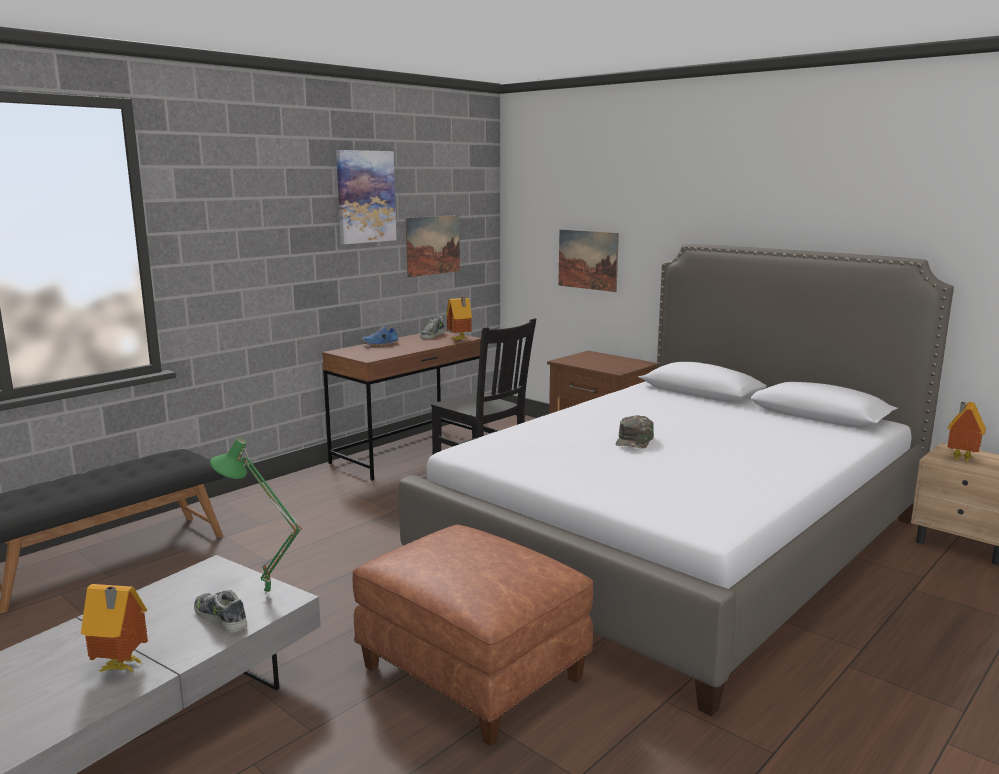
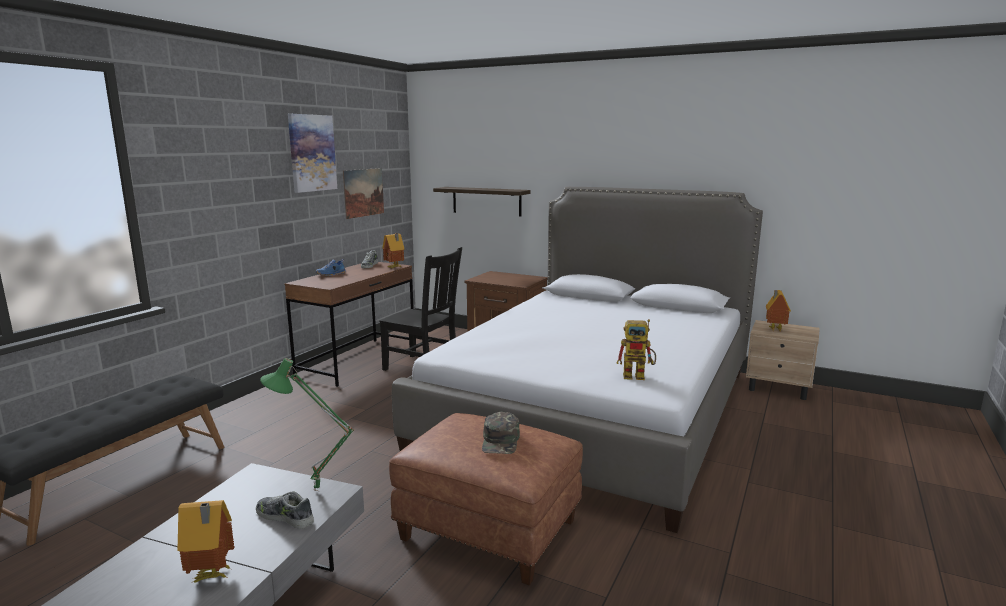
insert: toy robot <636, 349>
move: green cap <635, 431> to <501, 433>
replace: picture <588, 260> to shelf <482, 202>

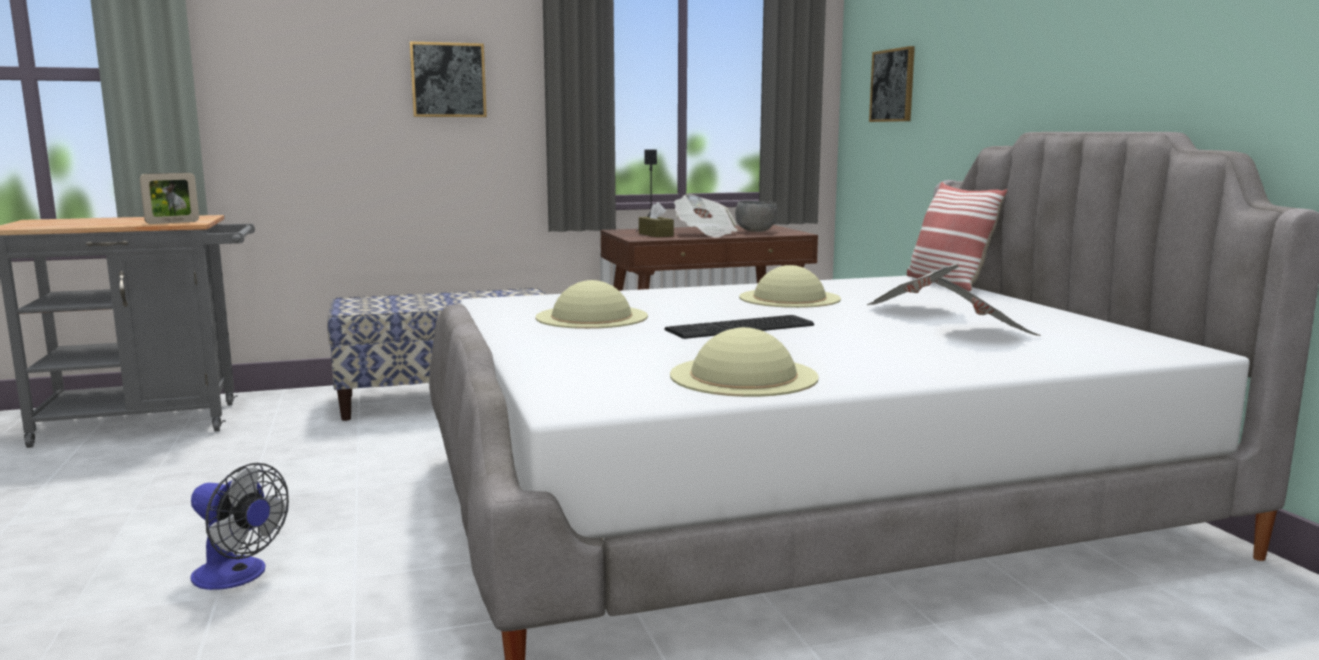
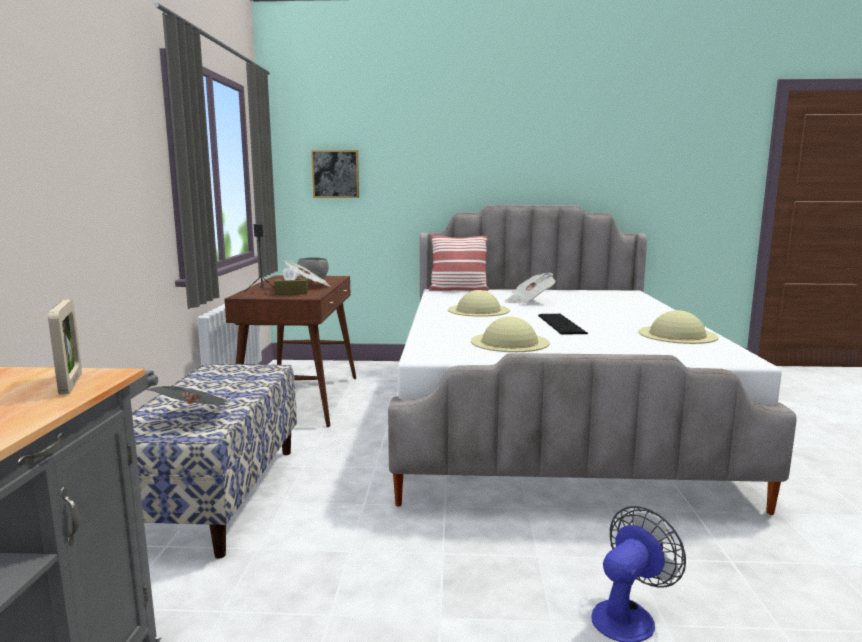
delete: picture <448, 79>
move: newspaper <988, 307> to <187, 395>

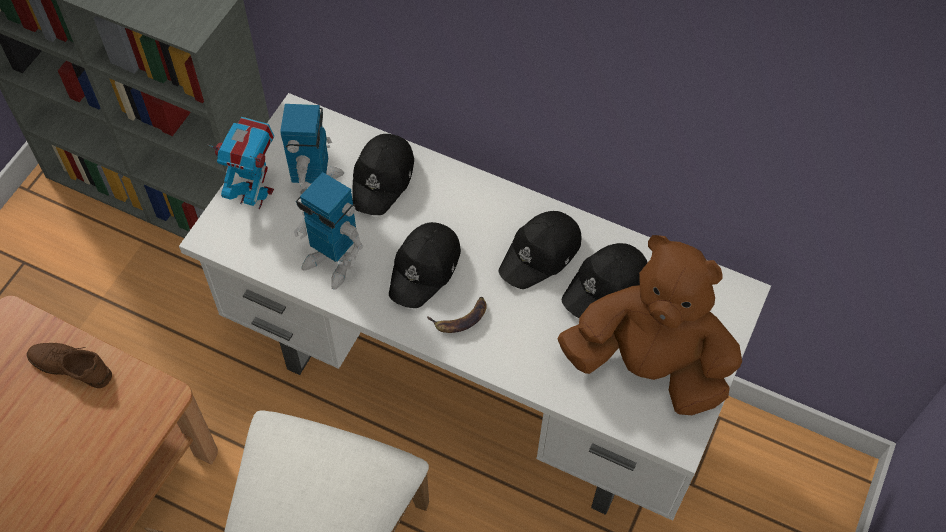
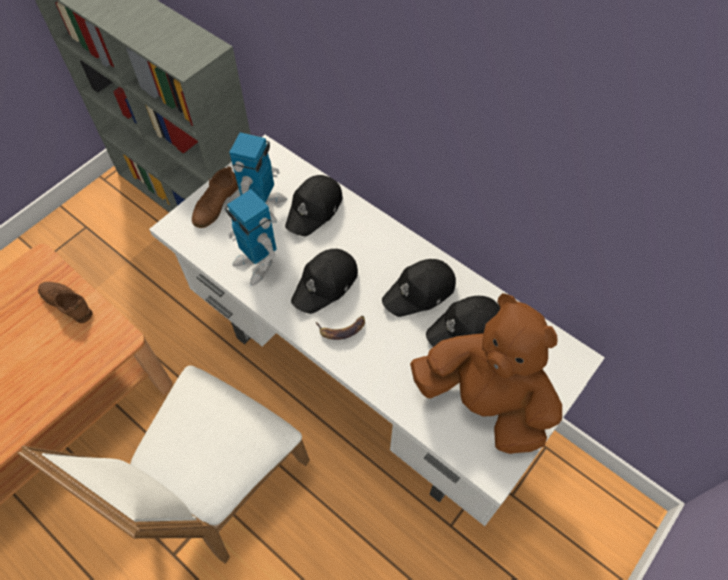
replace: toy robot <240, 163> to brown shoe <215, 197>

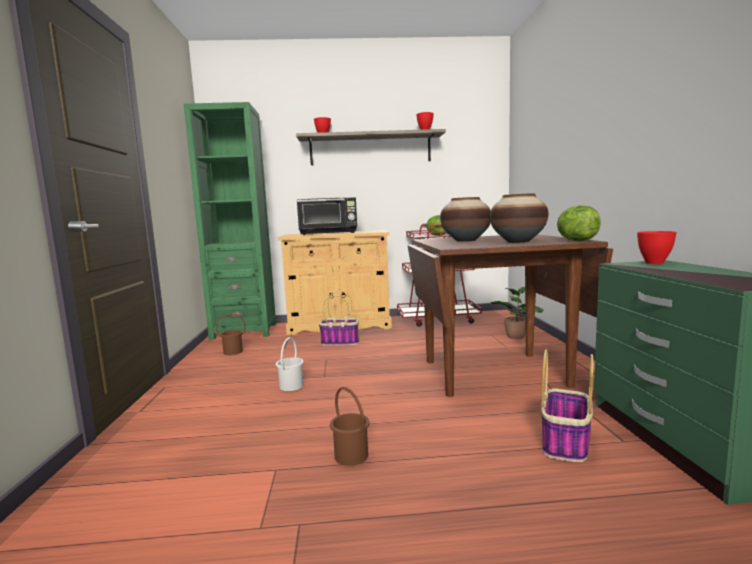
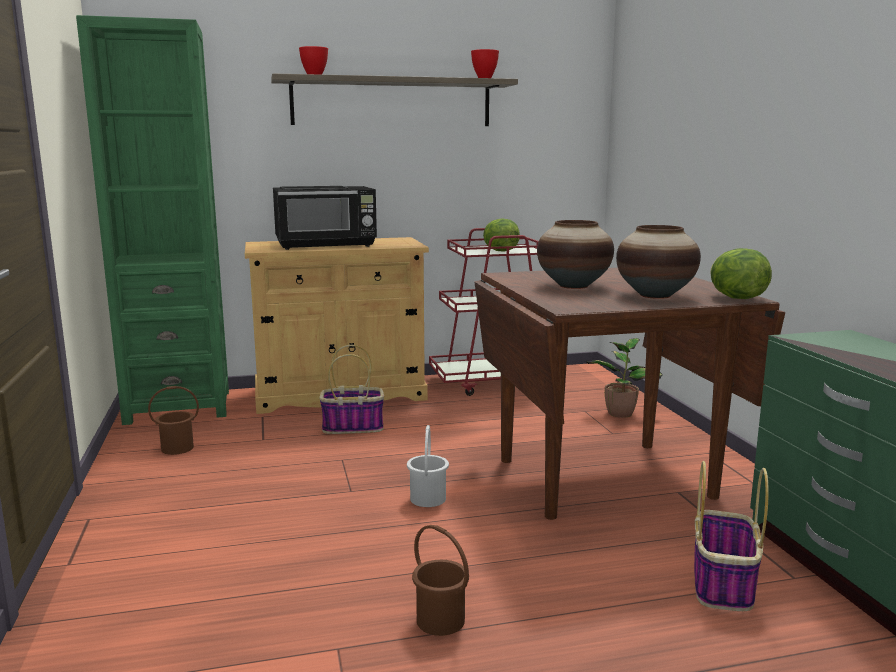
delete: red bowl <657, 247>
move: white bucket <290, 364> to <428, 466>

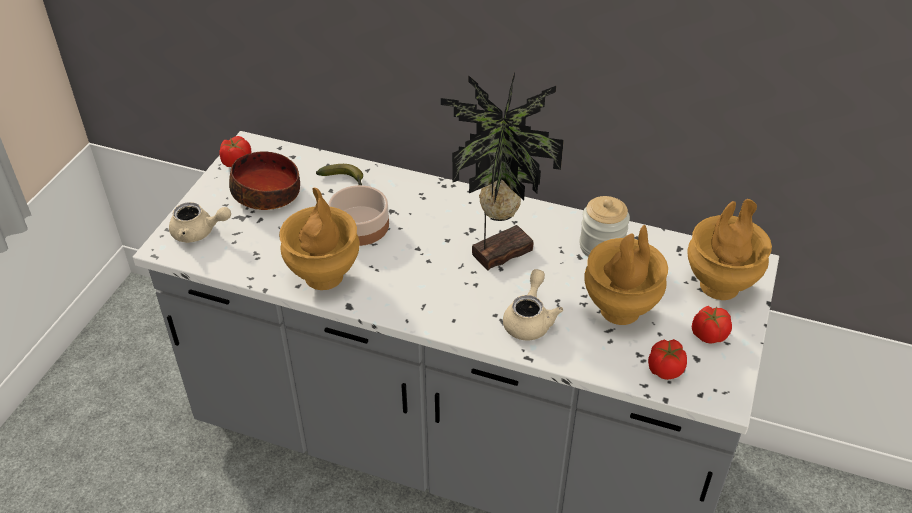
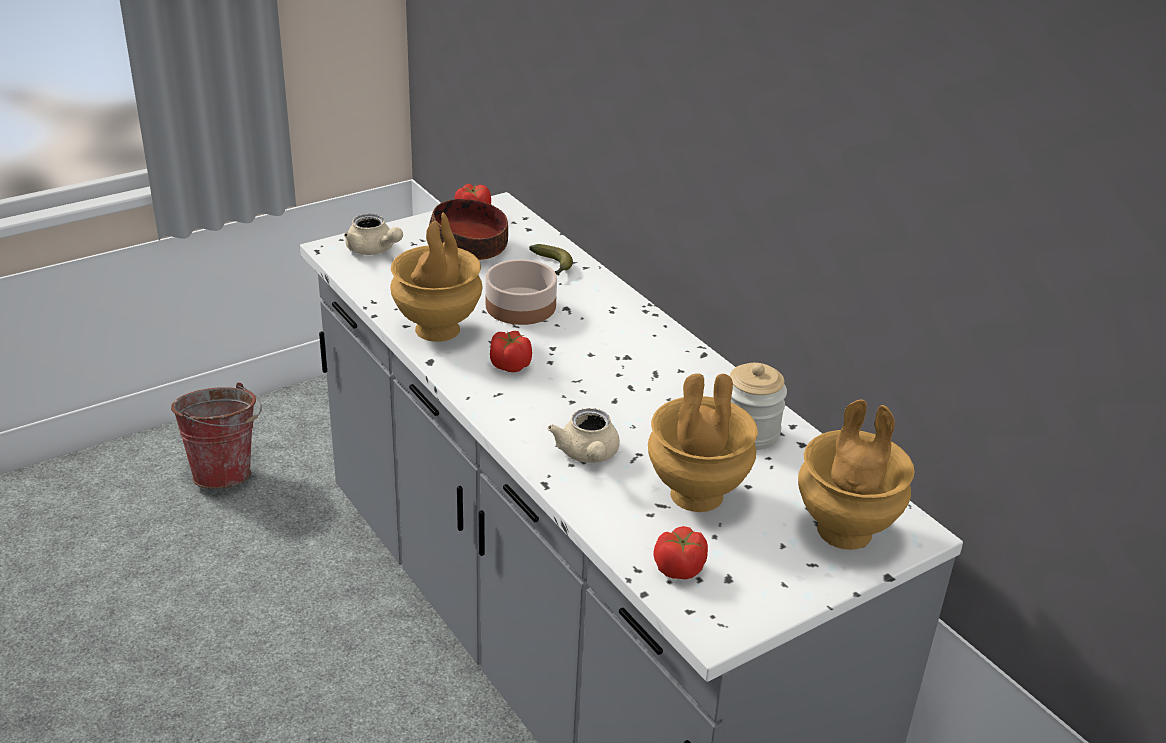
delete: potted plant <502, 171>
insert: bucket <216, 436>
move: tomato <712, 325> to <511, 351>
rotate: beige teapot <533, 304> = <584, 435> 120 degrees clockwise

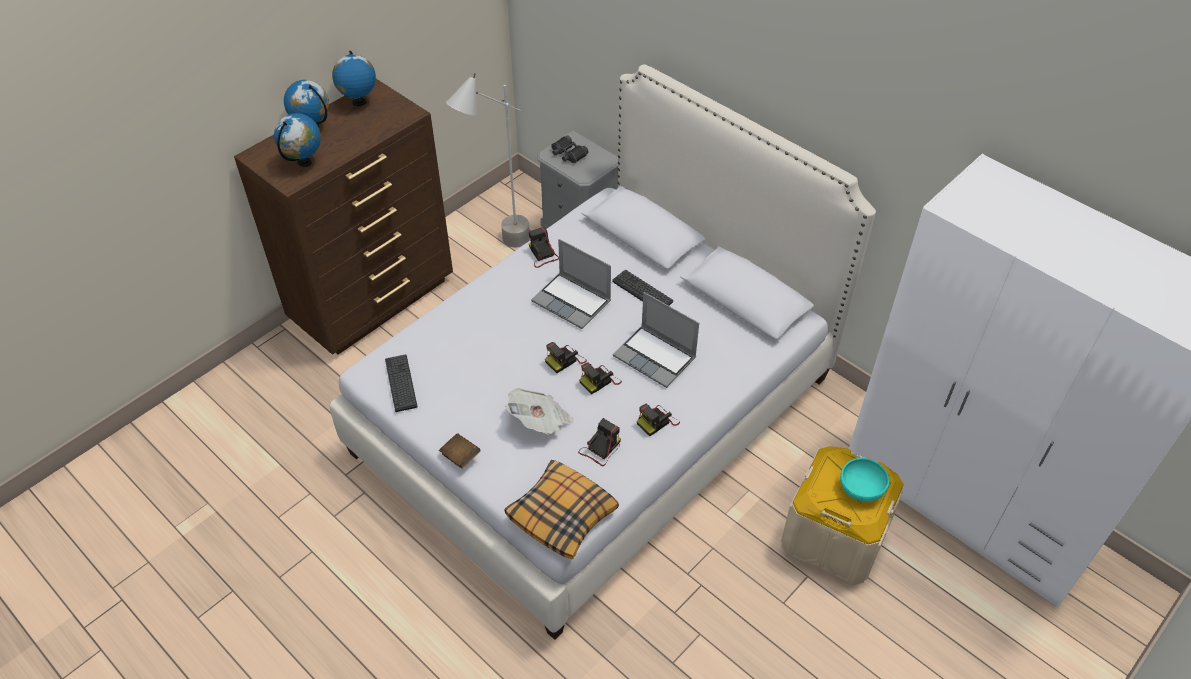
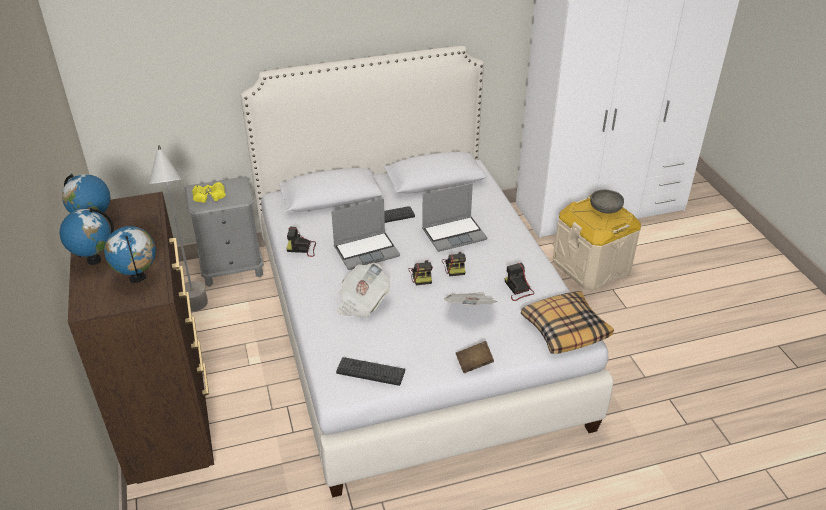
delete: photo camera <658, 420>
insert: newspaper <363, 290>
recolor: black binoculars <570, 149> to yellow binoculars <209, 192>; turquoise bowl <864, 480> to grey bowl <607, 202>

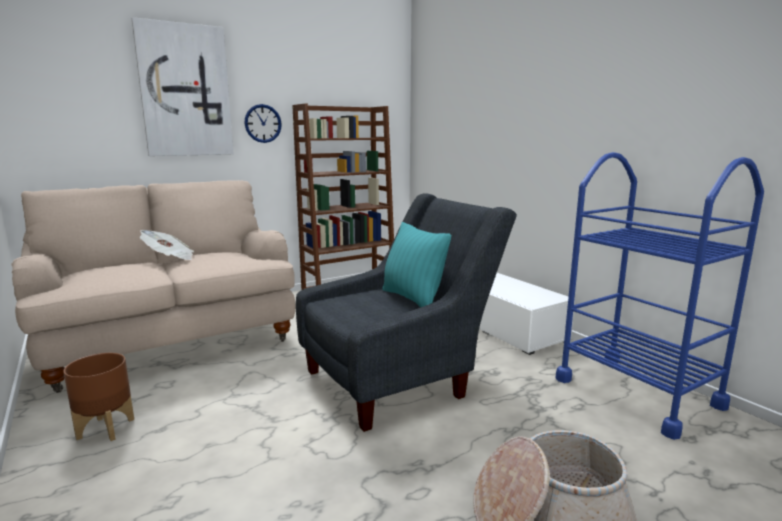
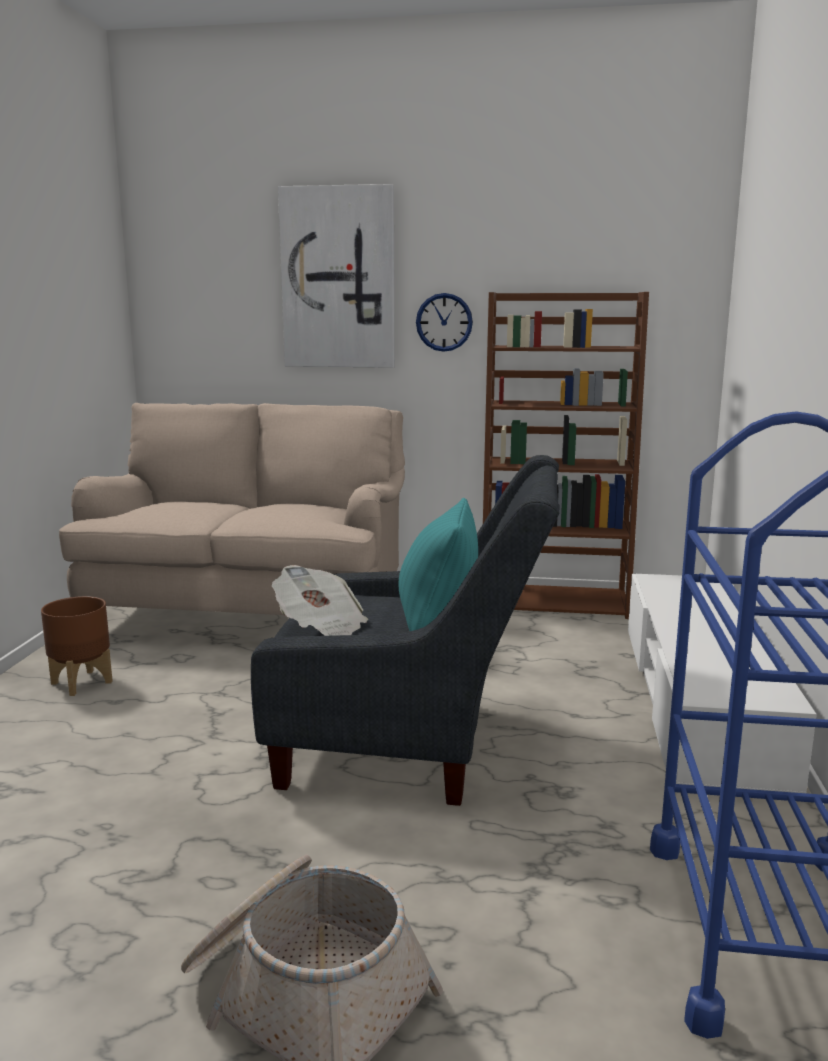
move: newspaper <167, 245> to <320, 600>

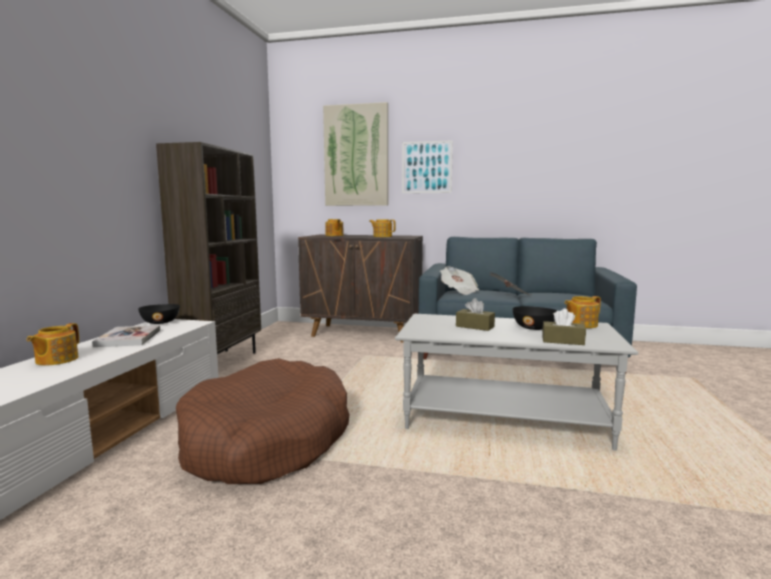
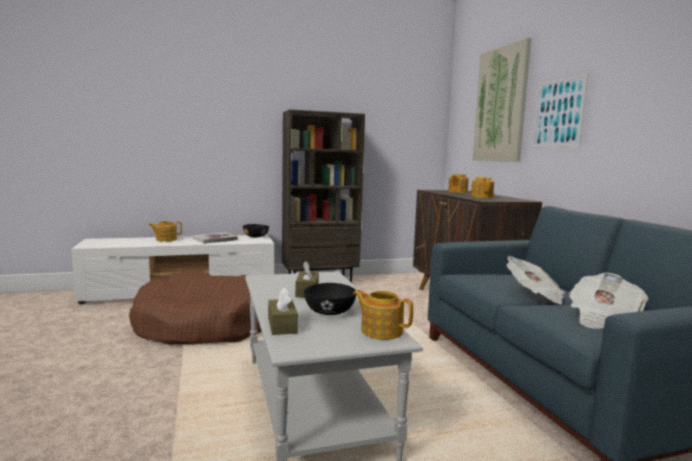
move: newspaper <459, 280> to <608, 301>

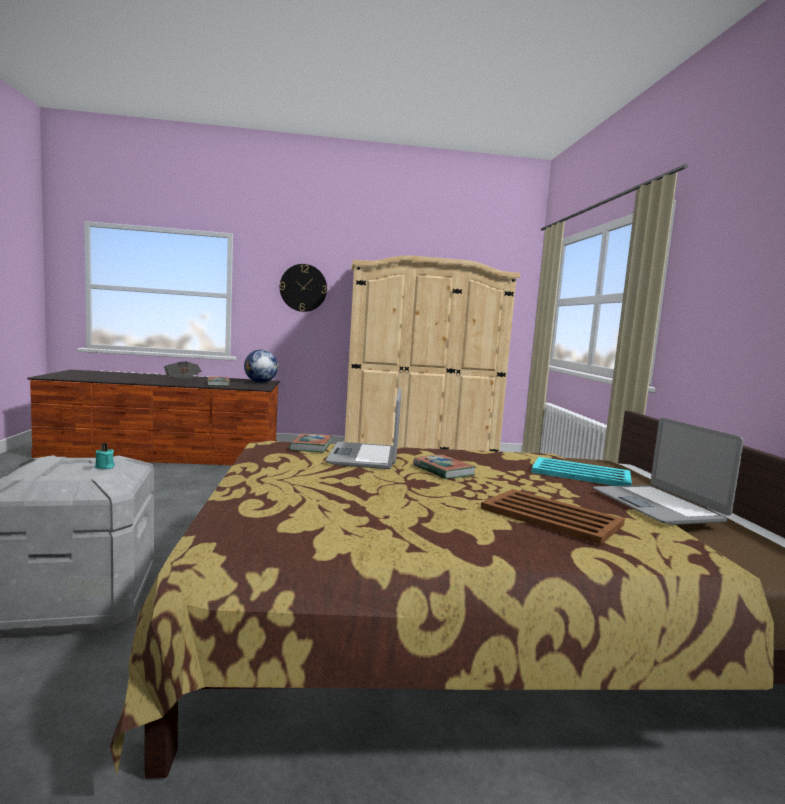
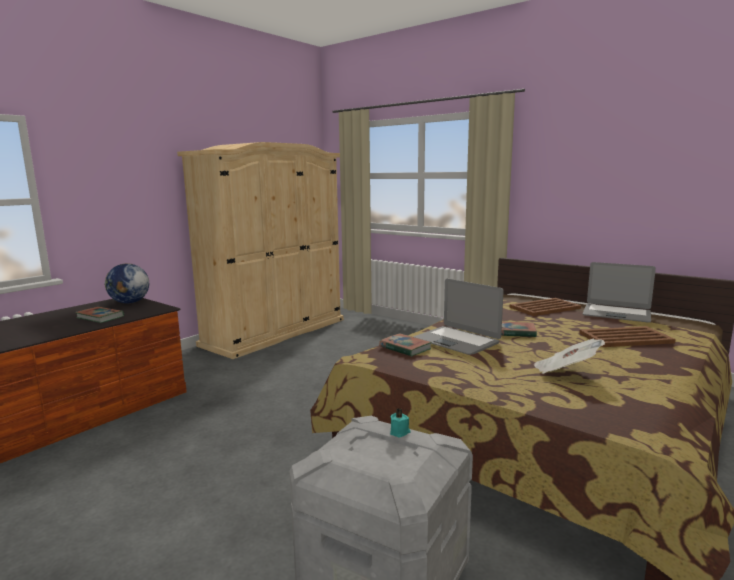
delete: wall clock <303, 288>
move: newspaper <183, 370> to <569, 356>
recolor: turquoise tray <581, 471> to brown tray <545, 307>

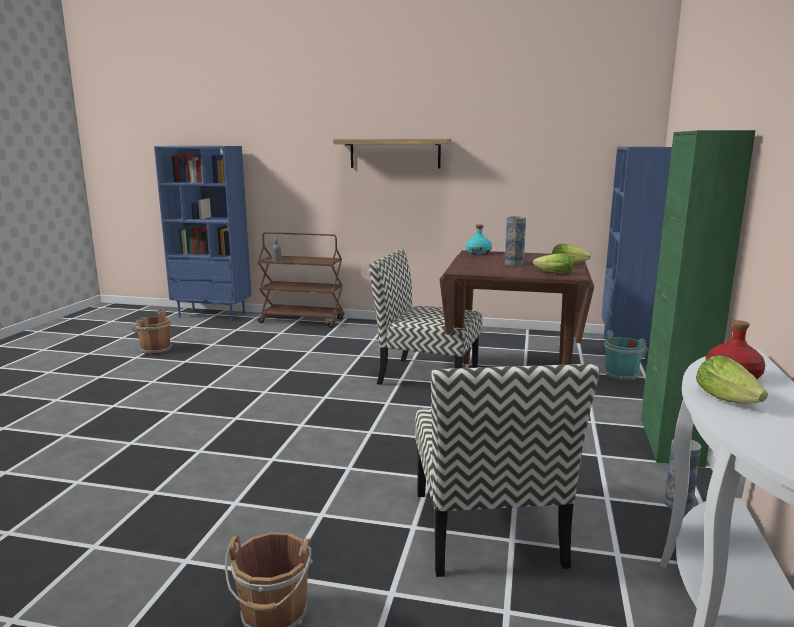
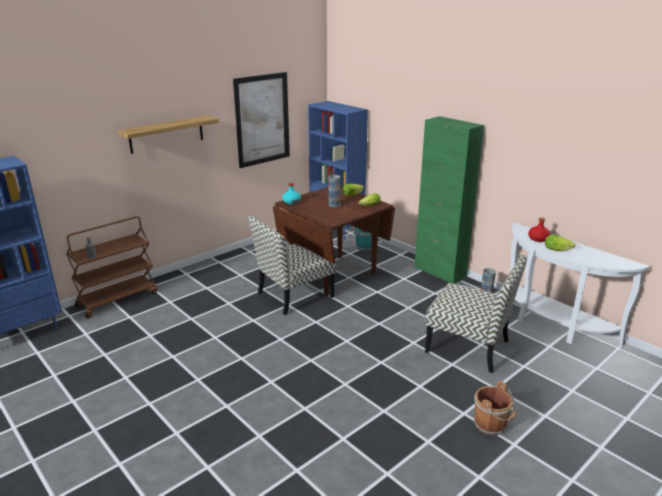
delete: brown bucket <152, 332>
insert: picture <261, 120>

